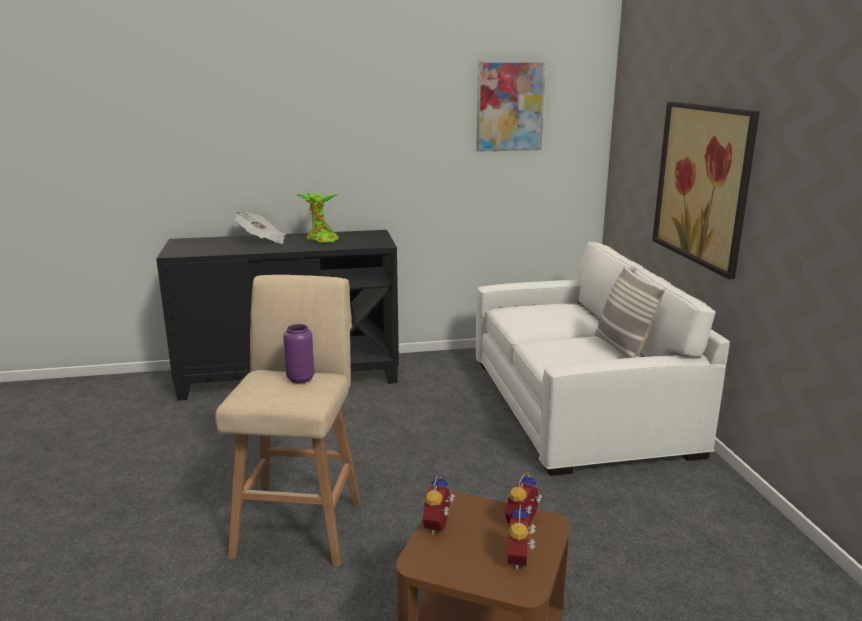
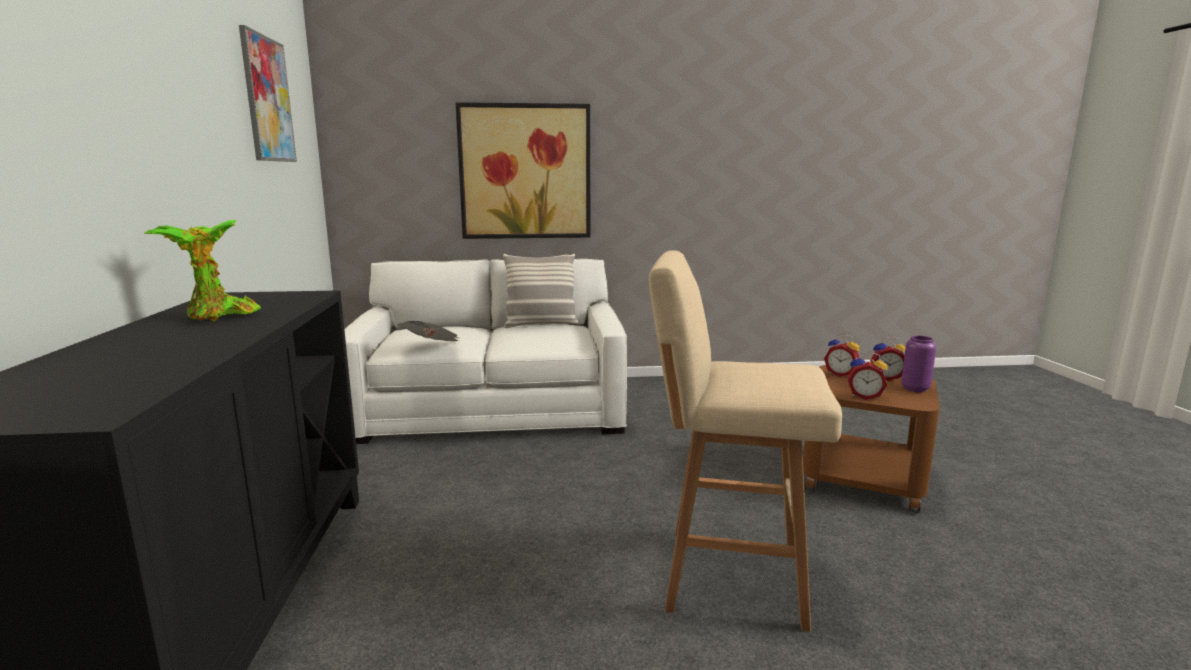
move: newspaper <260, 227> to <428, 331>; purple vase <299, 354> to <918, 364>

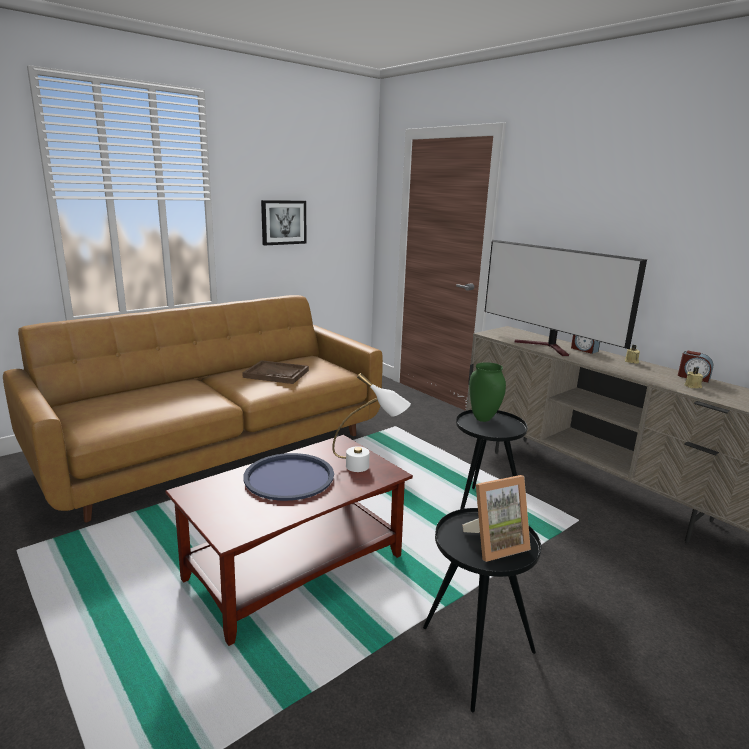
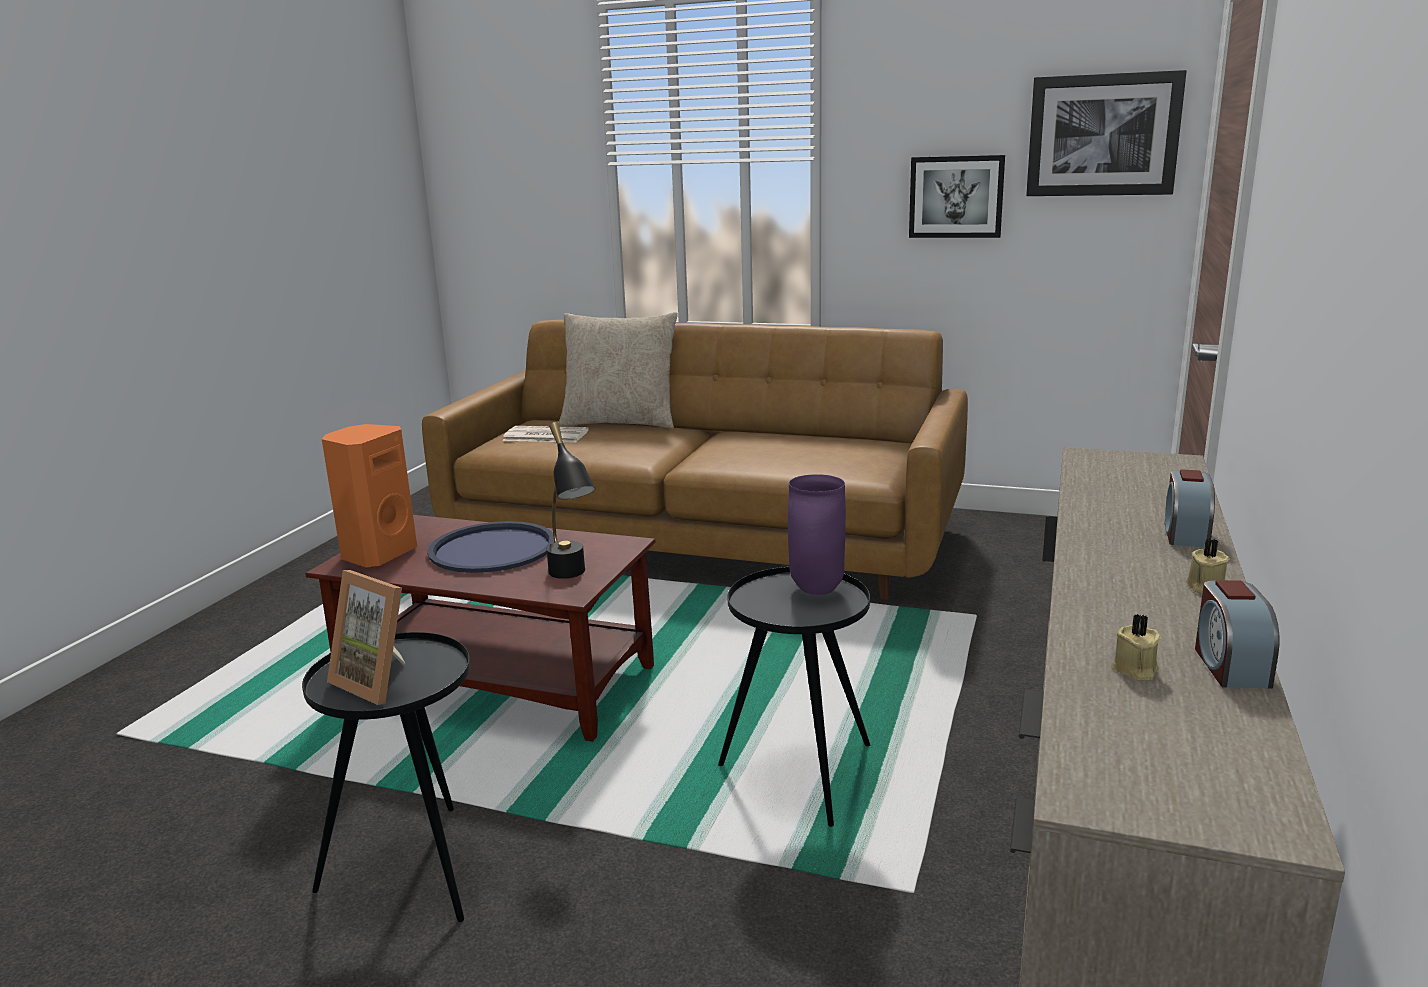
delete: television <566, 298>; brown tray <276, 372>
insert: picture <1106, 133>; beige pillow <618, 370>; orange speaker <369, 495>; newspaper <545, 434>
recolor: green vase <487, 392> to purple vase <817, 534>; white table lamp <371, 422> to black table lamp <571, 500>

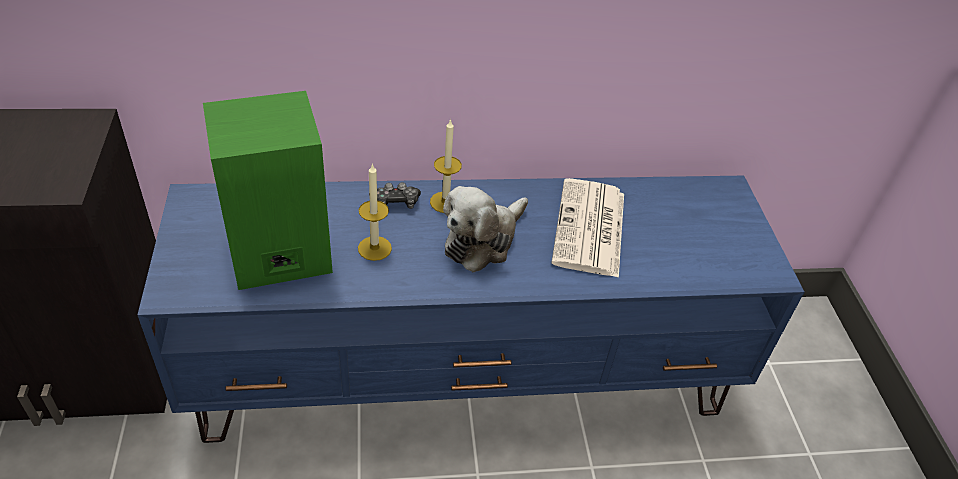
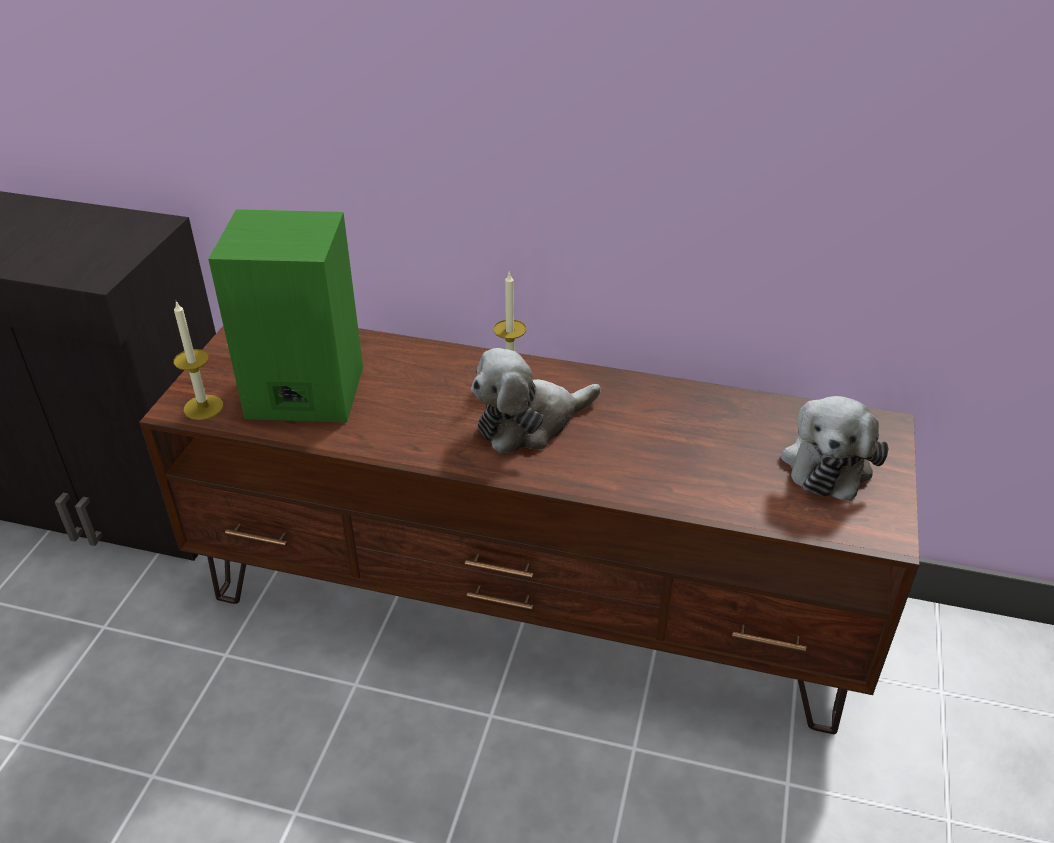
delete: newspaper <587, 228>; game controller <399, 195>
insert: plush toy <835, 448>
move: candle <375, 212> to <198, 360>
recolor: blue tv stand <471, 309> to brown tv stand <529, 530>

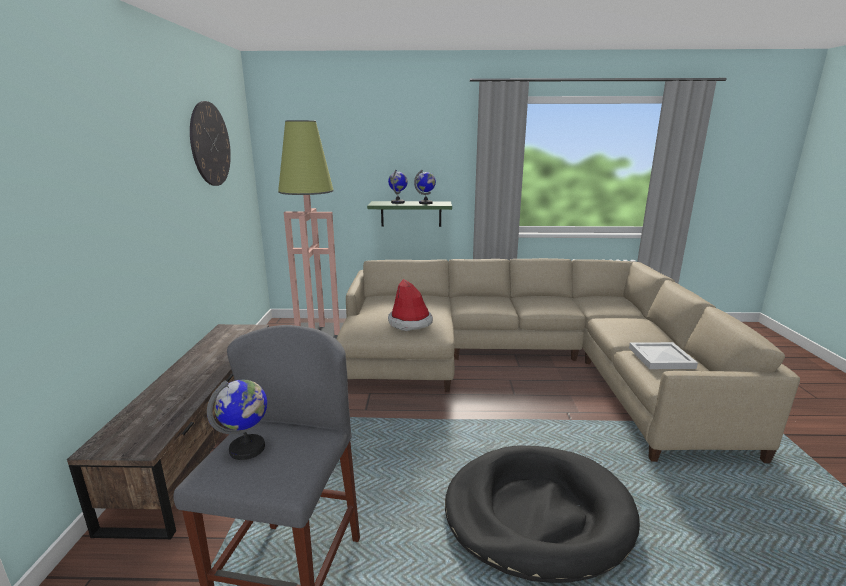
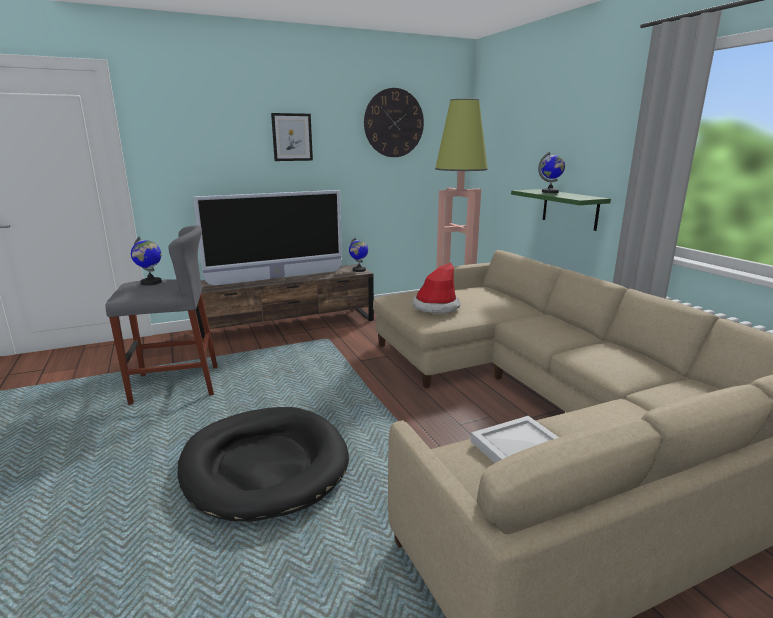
insert: picture <292, 137>; television <267, 238>
move: globe <425, 187> to <358, 254>

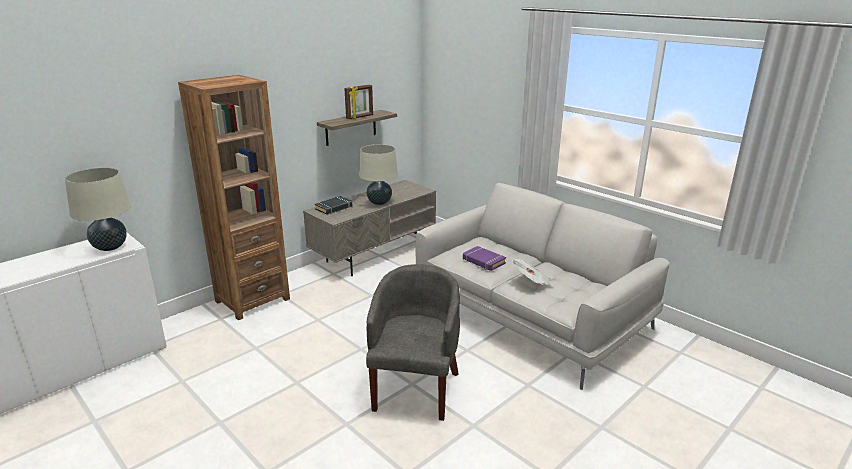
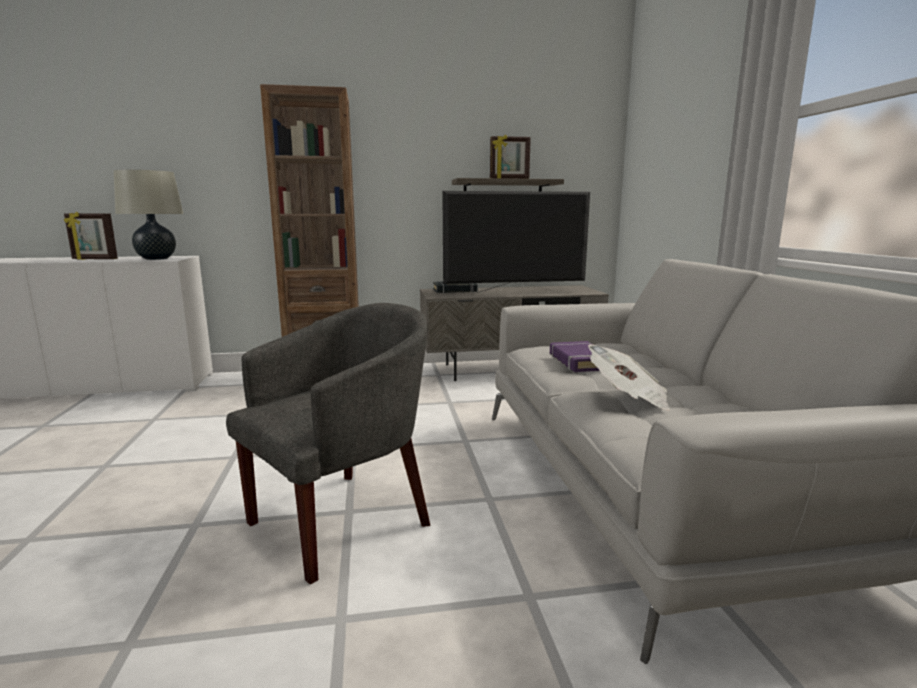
insert: picture frame <91, 235>
replace: beige table lamp <378, 174> to television <516, 242>

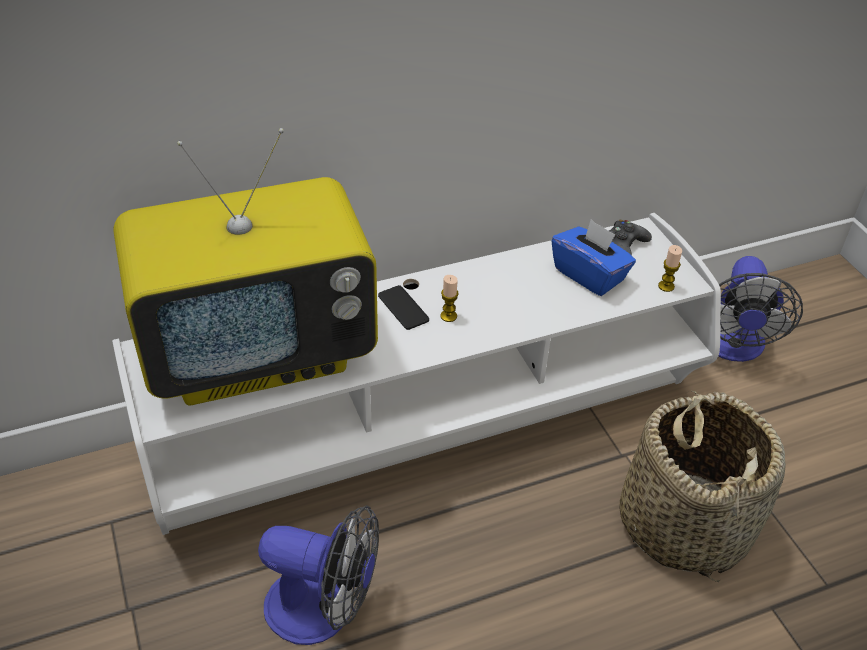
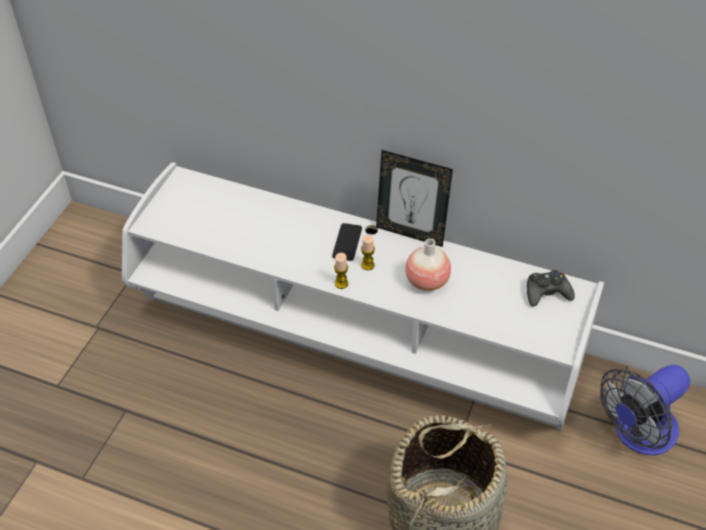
delete: television <245, 267>; blue tissue box <593, 257>; fan <318, 575>
insert: picture frame <414, 198>; vase <428, 265>
move: candle <670, 268> to <341, 271>

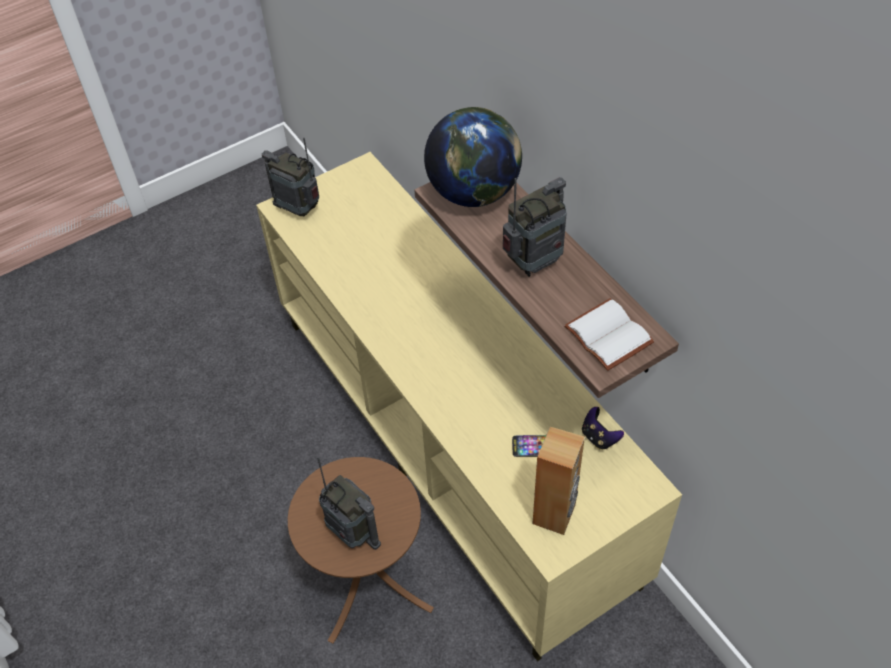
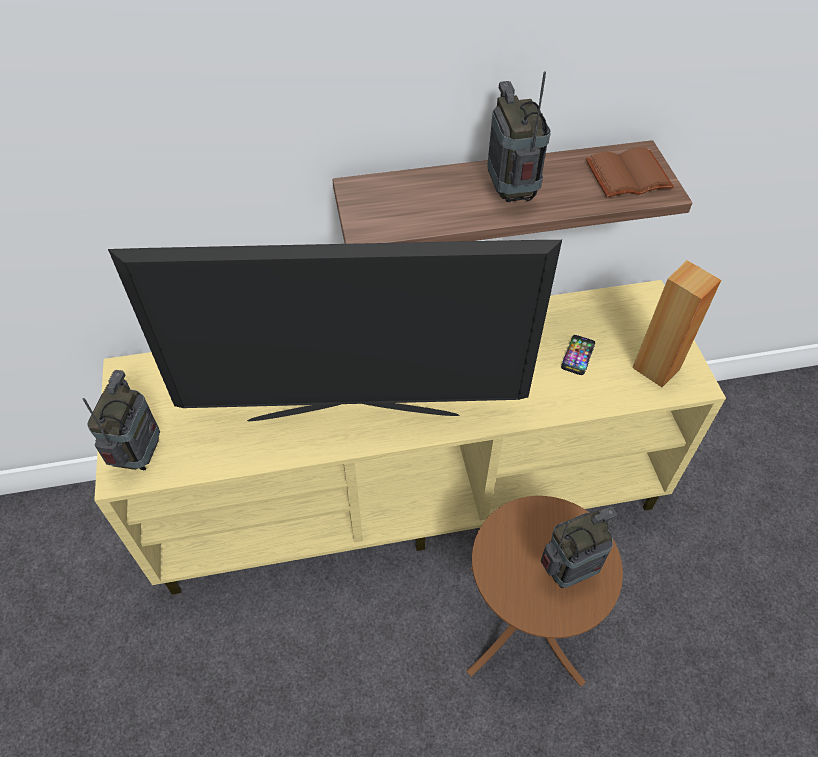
delete: globe <473, 157>; game controller <603, 428>
insert: television <335, 330>
recolor: white book <609, 334> to brown book <630, 172>
rotate: radio <290, 177> = <121, 420> 135 degrees clockwise

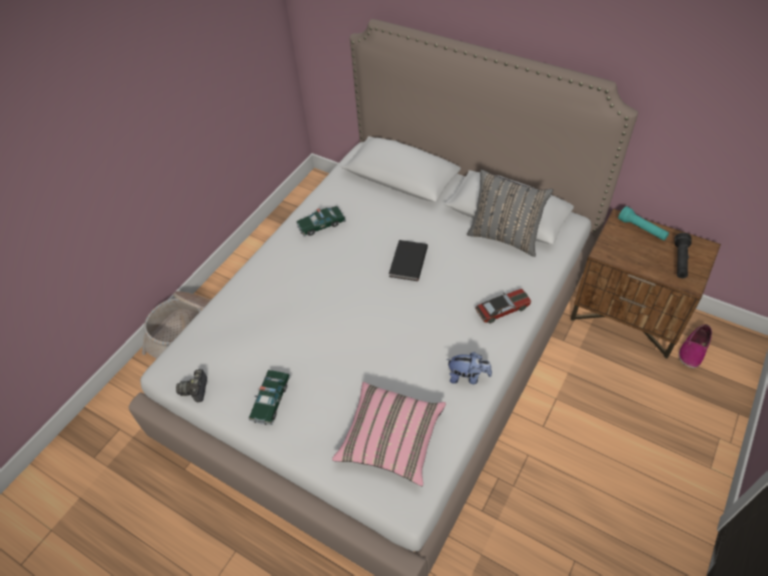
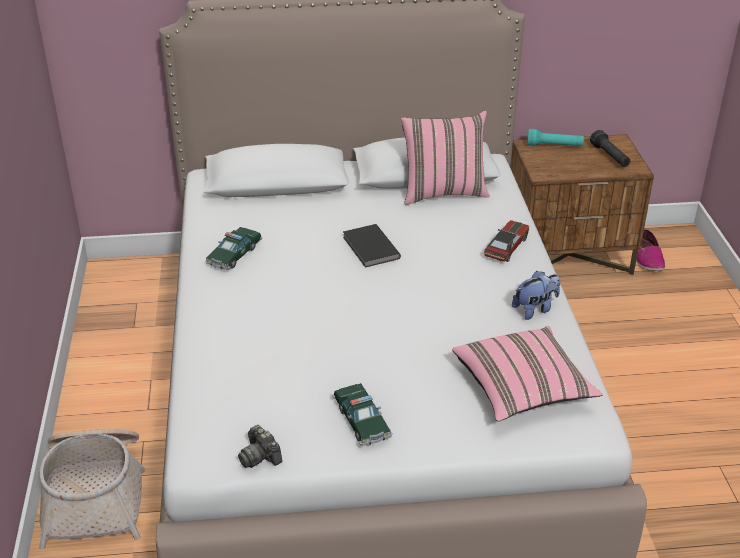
recolor: grey pillow <510, 213> to pink pillow <445, 157>

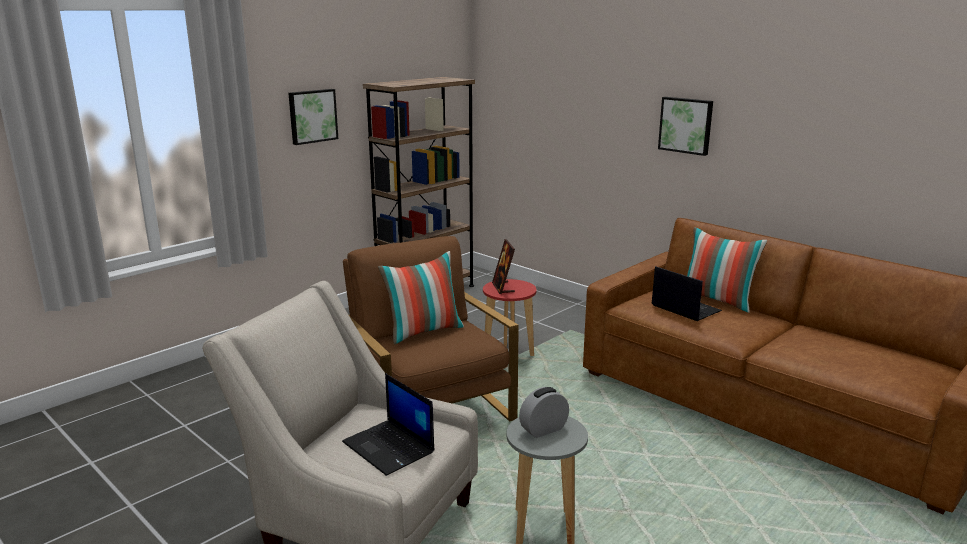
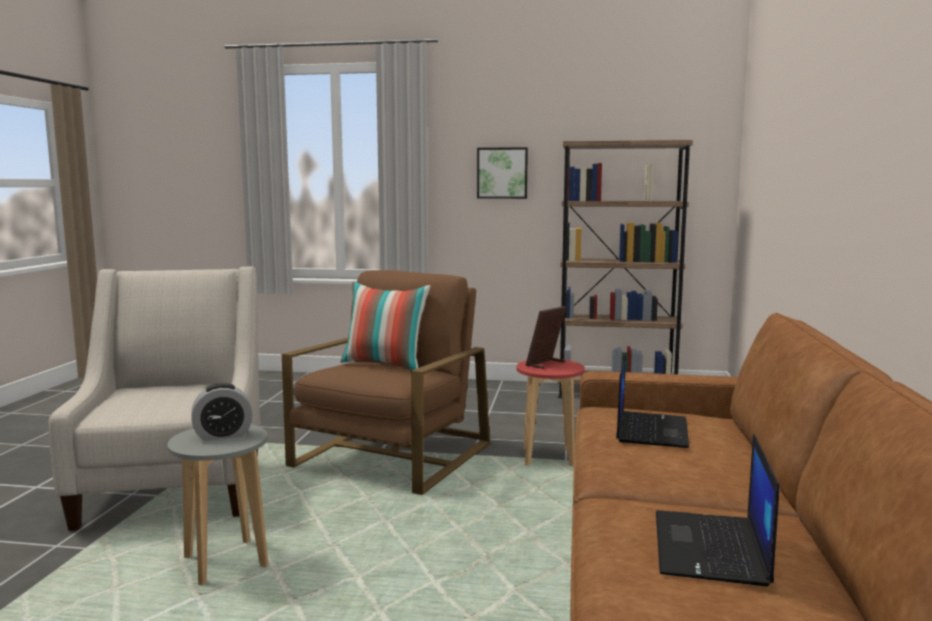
delete: picture <685, 126>; pillow <727, 270>
move: laptop <388, 424> to <717, 510>
rotate: alarm clock <544, 412> = <222, 412> 135 degrees clockwise

